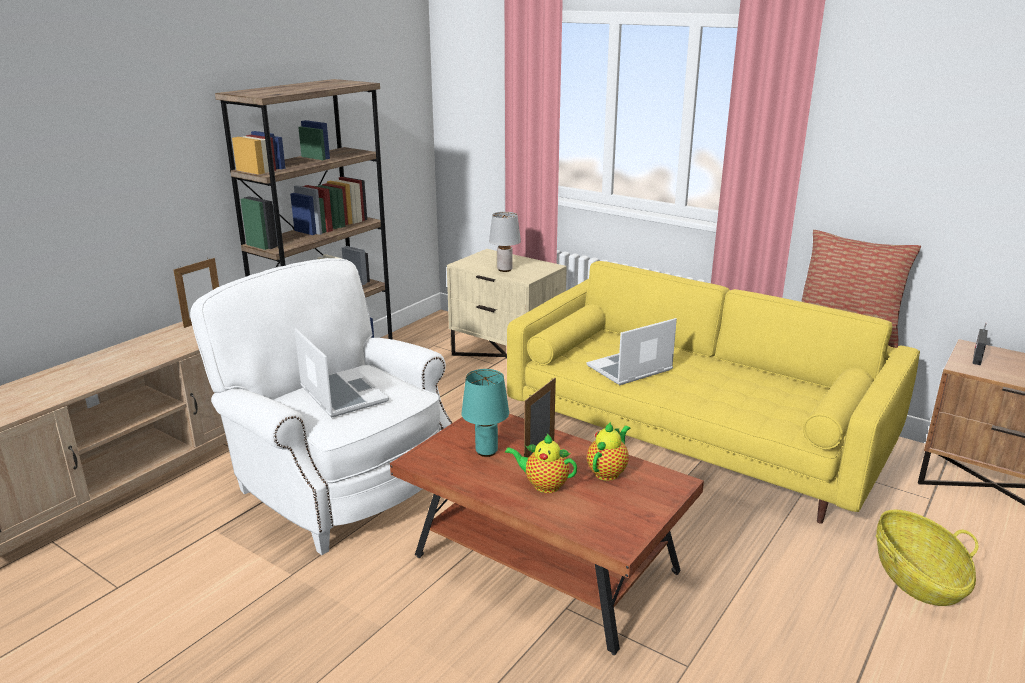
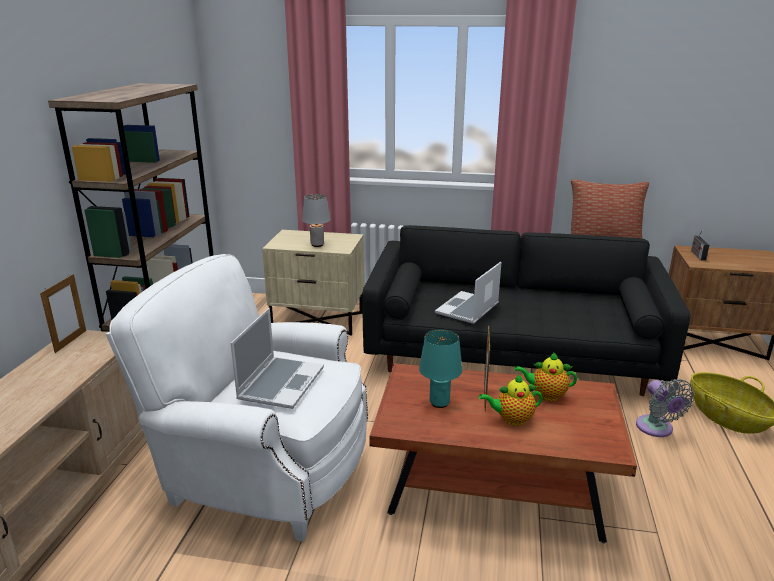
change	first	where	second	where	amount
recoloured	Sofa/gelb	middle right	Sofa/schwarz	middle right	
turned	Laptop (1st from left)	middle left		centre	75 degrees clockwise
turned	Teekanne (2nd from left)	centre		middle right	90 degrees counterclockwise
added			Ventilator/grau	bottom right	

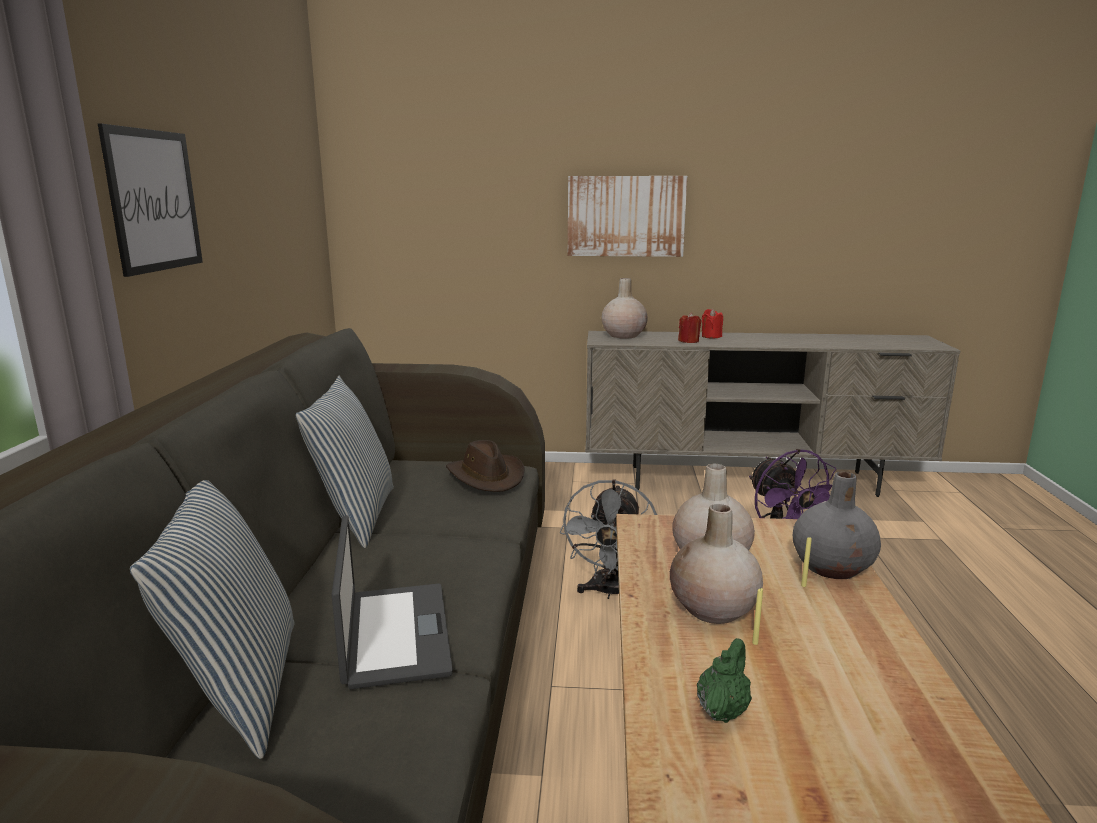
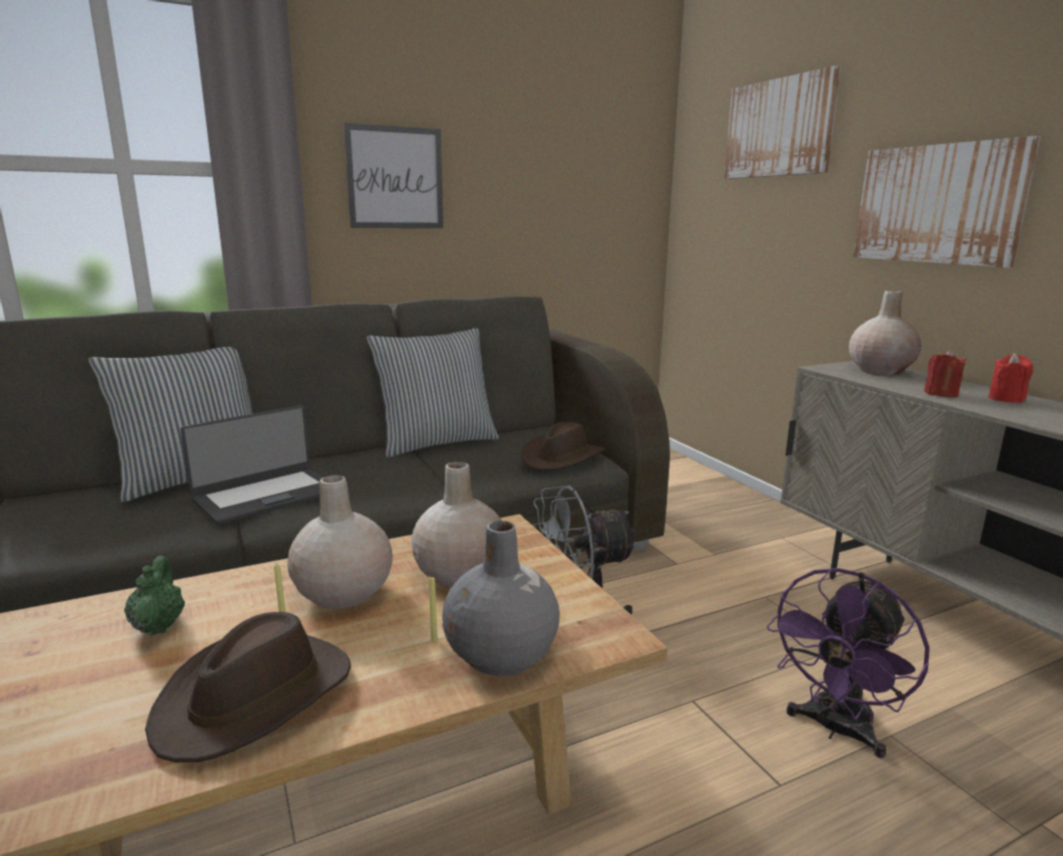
change	first	where	second	where	amount
turned	Teekanne/grün	bottom centre		bottom left	105 degrees counterclockwise
added			Bild (2nd from left)	top right	
added			Hut/braun (1st from left)	bottom left	

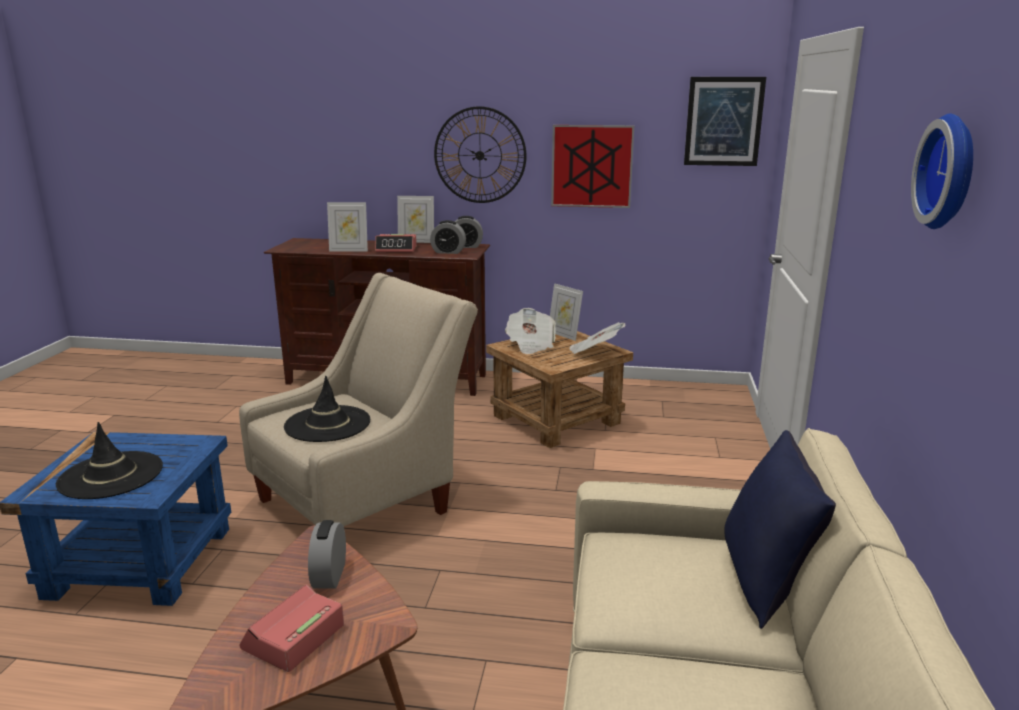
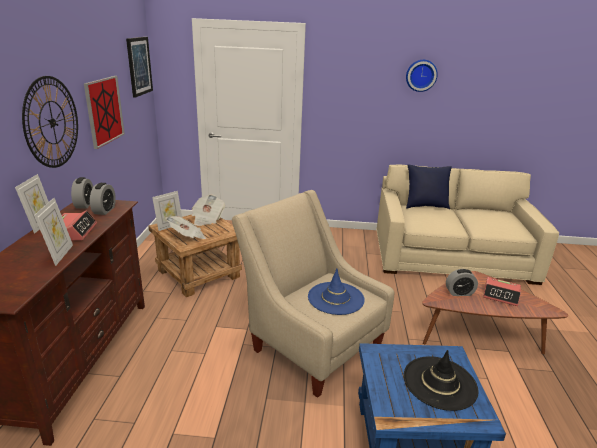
change	first	where	second	where	amount
recoloured	Hut/schwarz (2nd from left)	middle left	Hut/blau	centre	

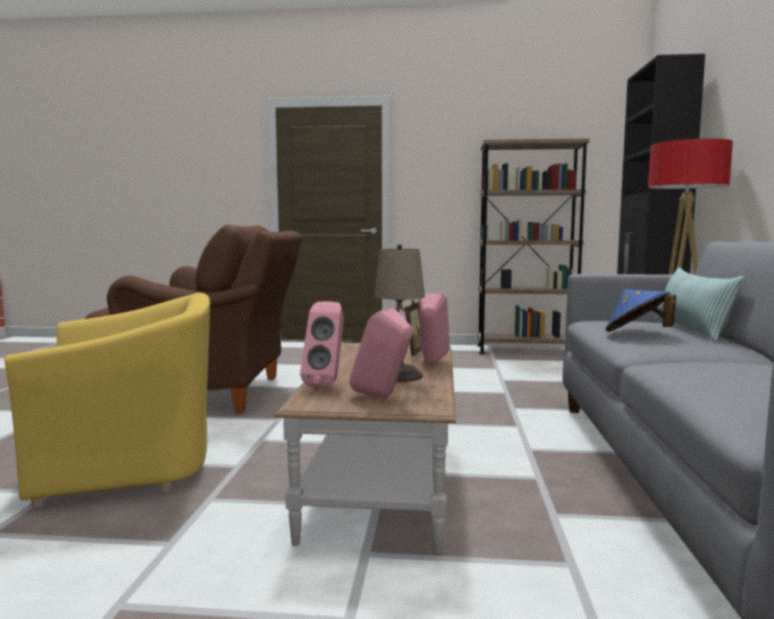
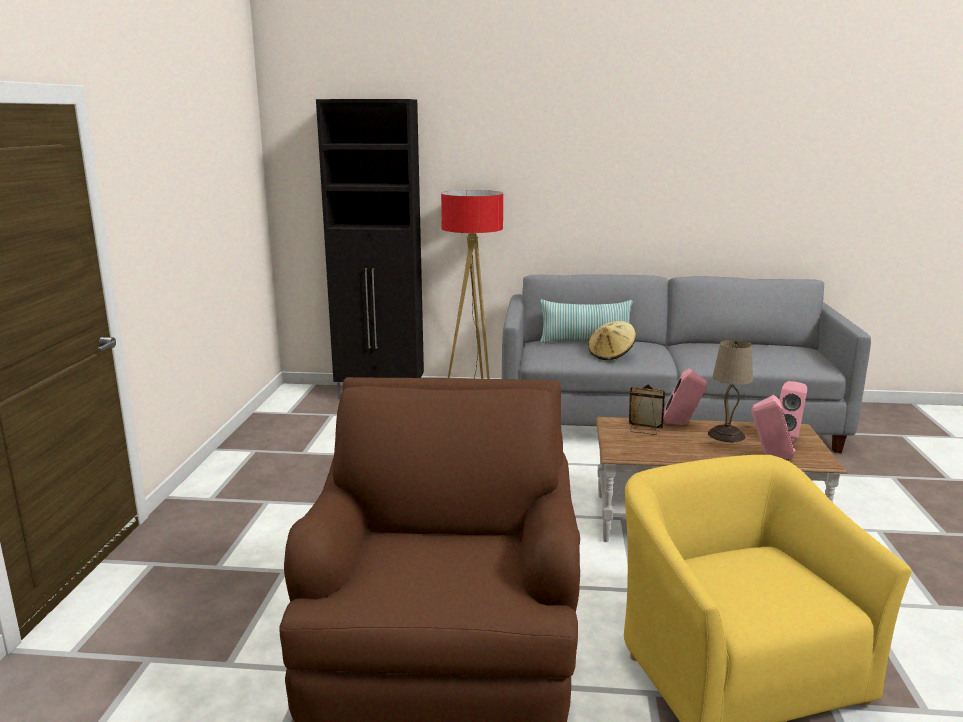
change	first	where	second	where	amount
removed	Bücherregal/braun	middle right			
recoloured	Hut/blau	middle right	Hut/beige	centre	

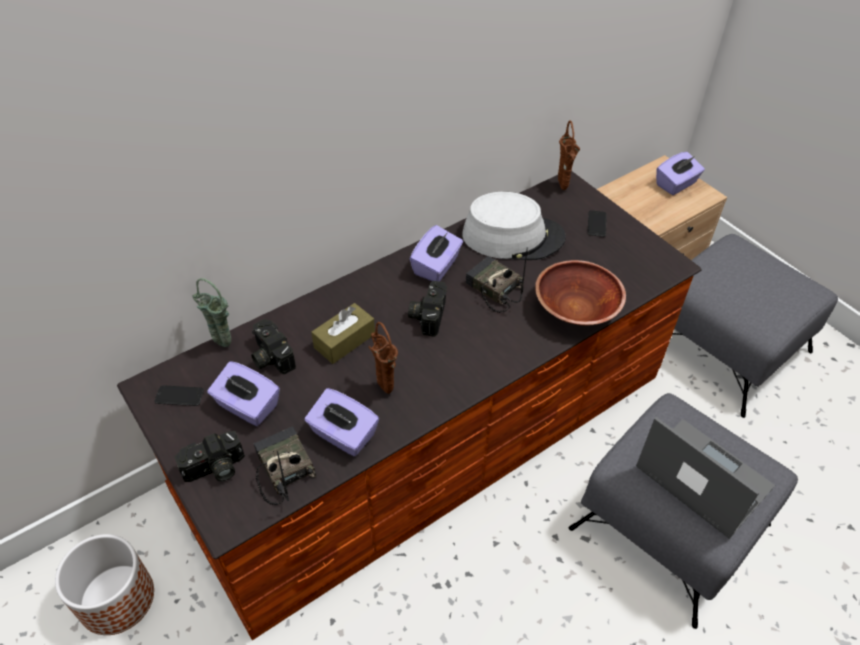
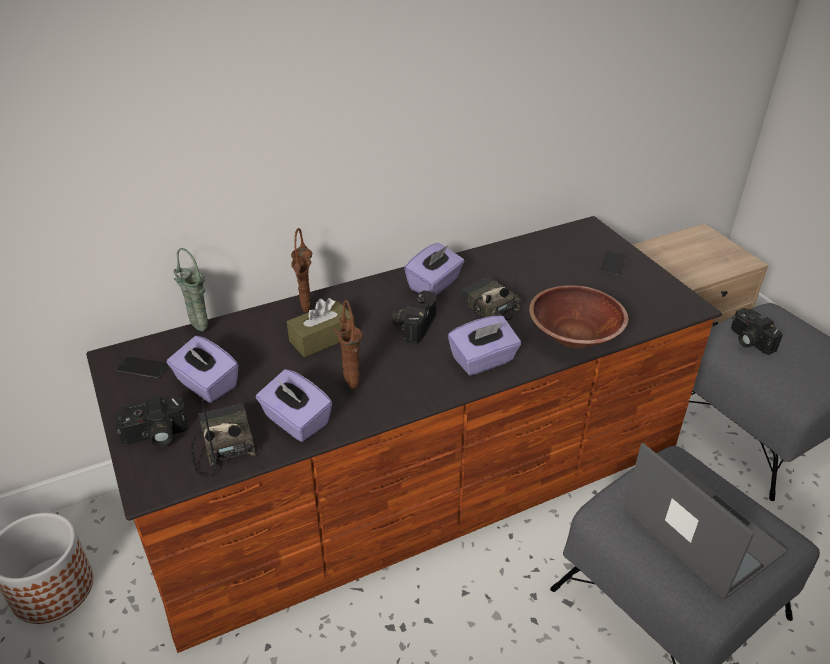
change	first	where	second	where	amount
moved	Vase/braun (2nd from left in the first image)	top centre	Vase/braun (1st from left)	centre	
moved	Taschentuchbox/lila (4th from left)	top right		centre	
removed	Hut/grau	centre			
moved	Kamera (2nd from left in the first image)	middle left	Kamera (3rd from left)	middle right	

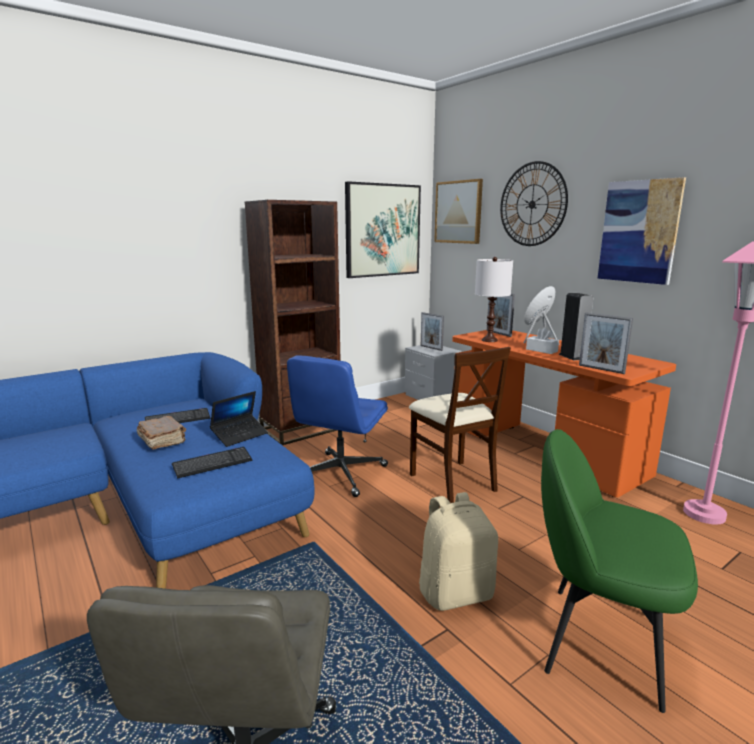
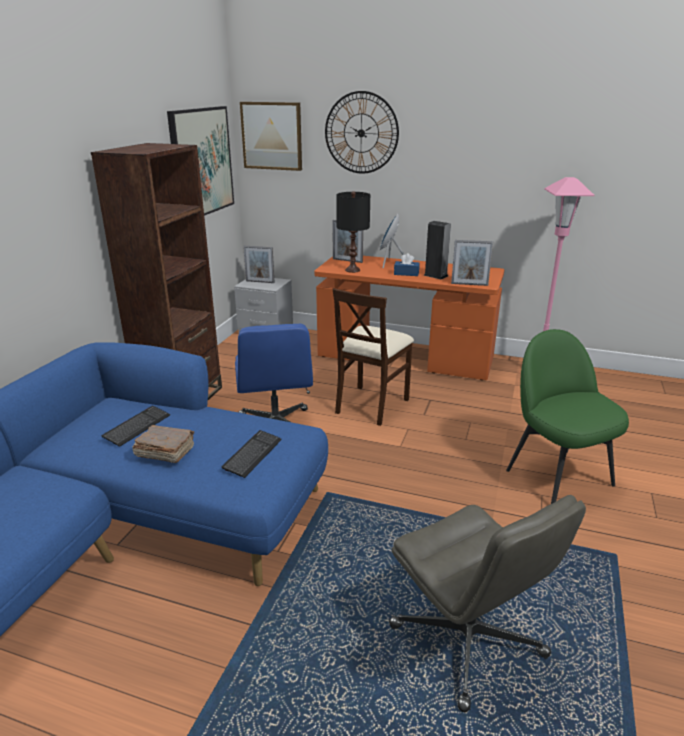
change	first	where	second	where	amount
removed	Bild (3rd from left)	top right			
recoloured	Tischlampe/weiß	centre	Tischlampe/schwarz	top centre	
recoloured	Taschentuchbox/weiß	middle right	Taschentuchbox/blau	centre	
turned	Stuhl/beige	centre		centre	90 degrees clockwise
removed	Laptop	middle left			
turned	Stuhl/grün	bottom right		middle right	75 degrees clockwise
removed	Rucksack/beige	bottom centre			

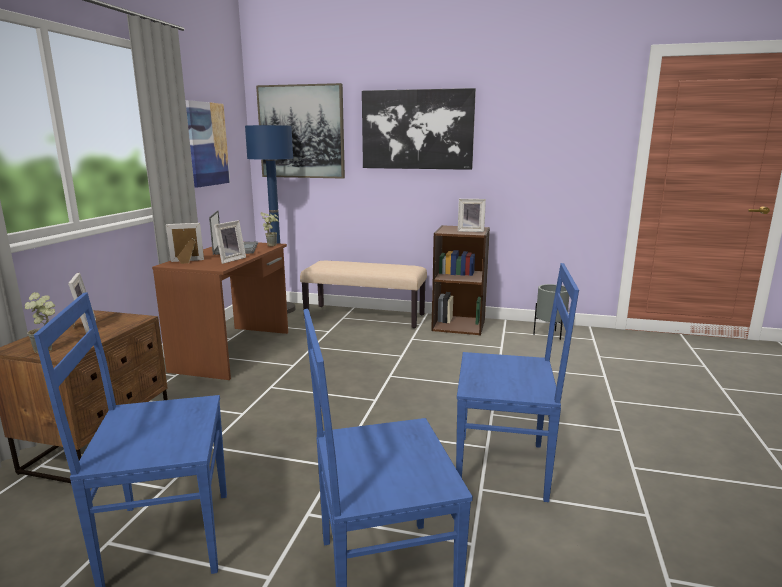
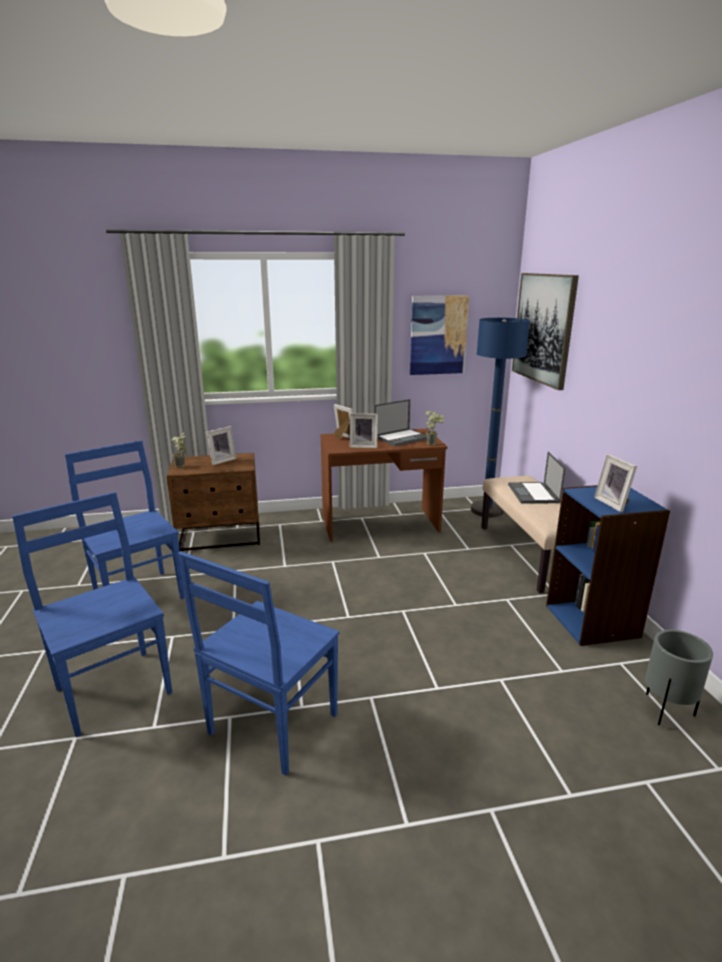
change	first	where	second	where	amount
removed	Bild (3rd from left)	top centre			
recoloured	Bücherregal/braun	centre	Bücherregal/blau	middle right	
turned	Stuhl/blau (3rd from left)	centre		bottom centre	45 degrees clockwise
added			Laptop (2nd from left)	middle right	

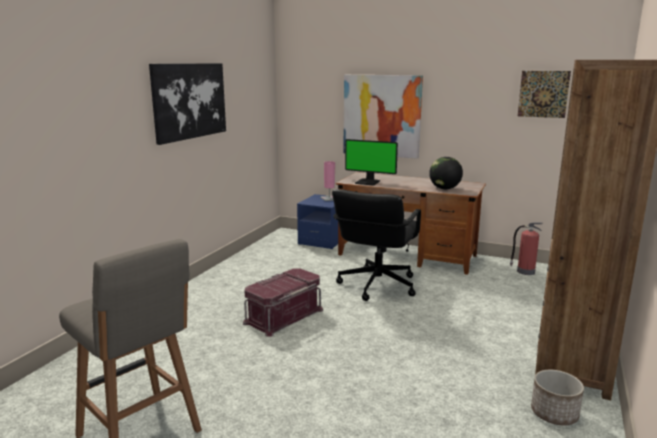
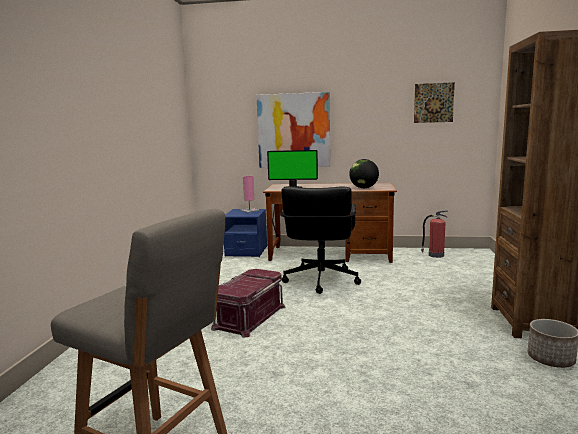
change	first	where	second	where	amount
removed	Bild (1st from left)	top left			

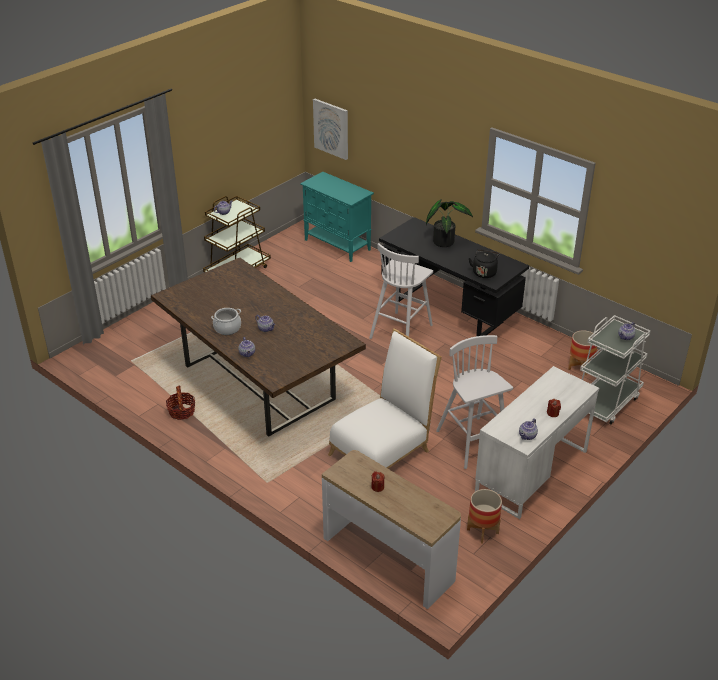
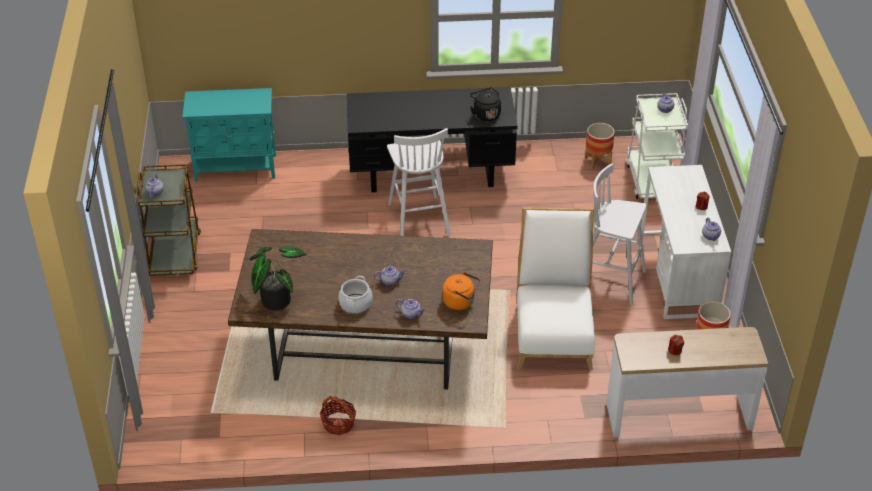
change	first	where	second	where	amount
removed	Bild	top centre			
moved	Topfpflanze	top centre		middle left	
added			Wasserkessel/orange	centre	

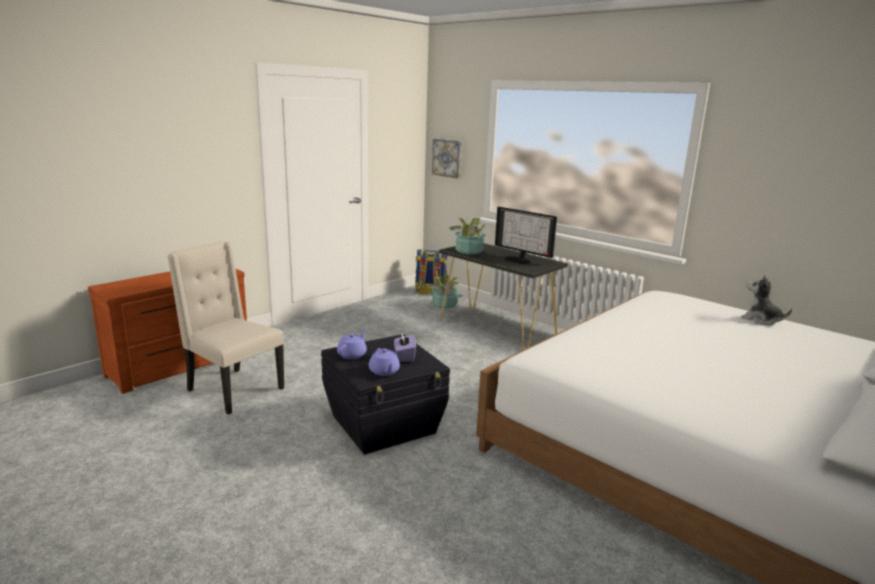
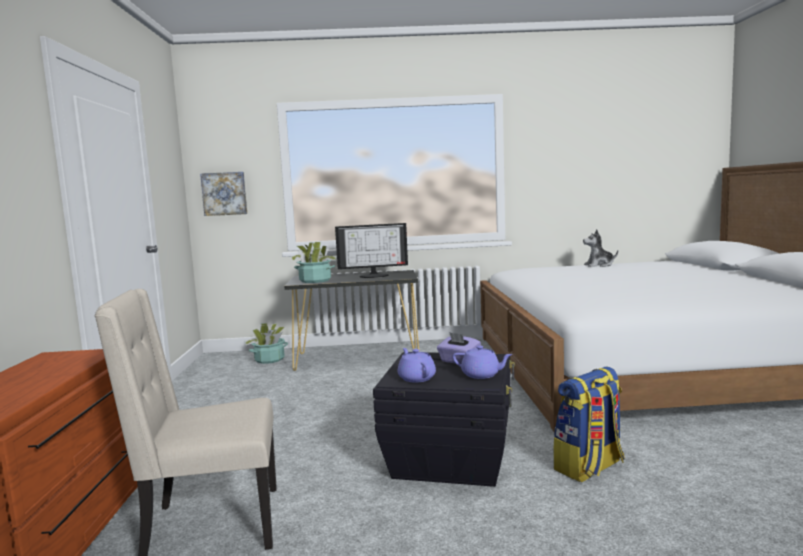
change	first	where	second	where	amount
moved	Rucksack	centre		bottom right	

